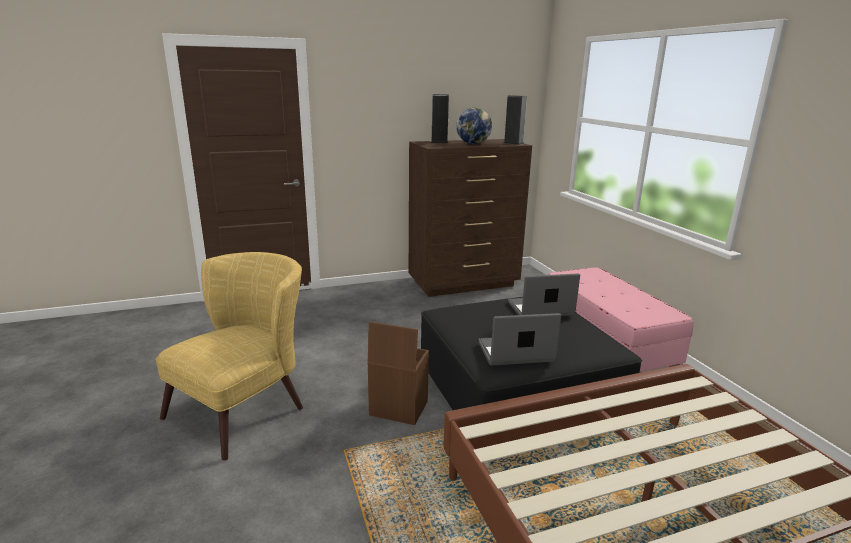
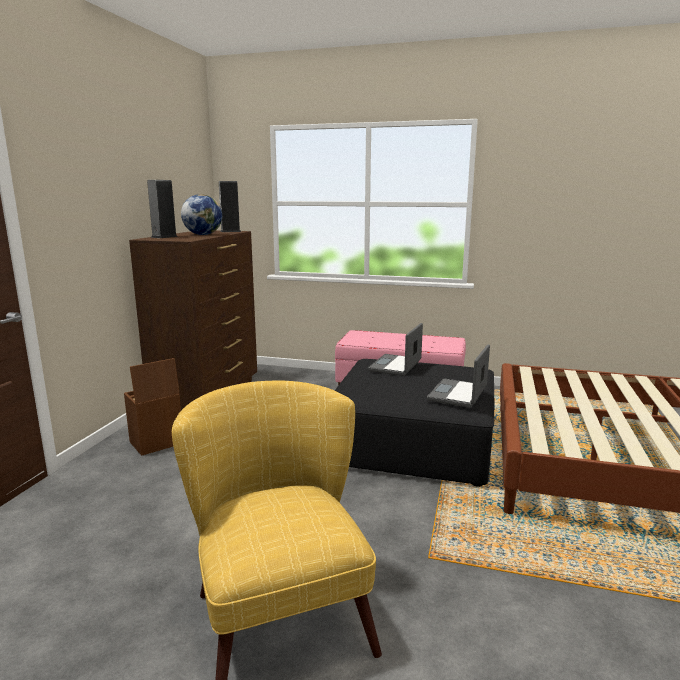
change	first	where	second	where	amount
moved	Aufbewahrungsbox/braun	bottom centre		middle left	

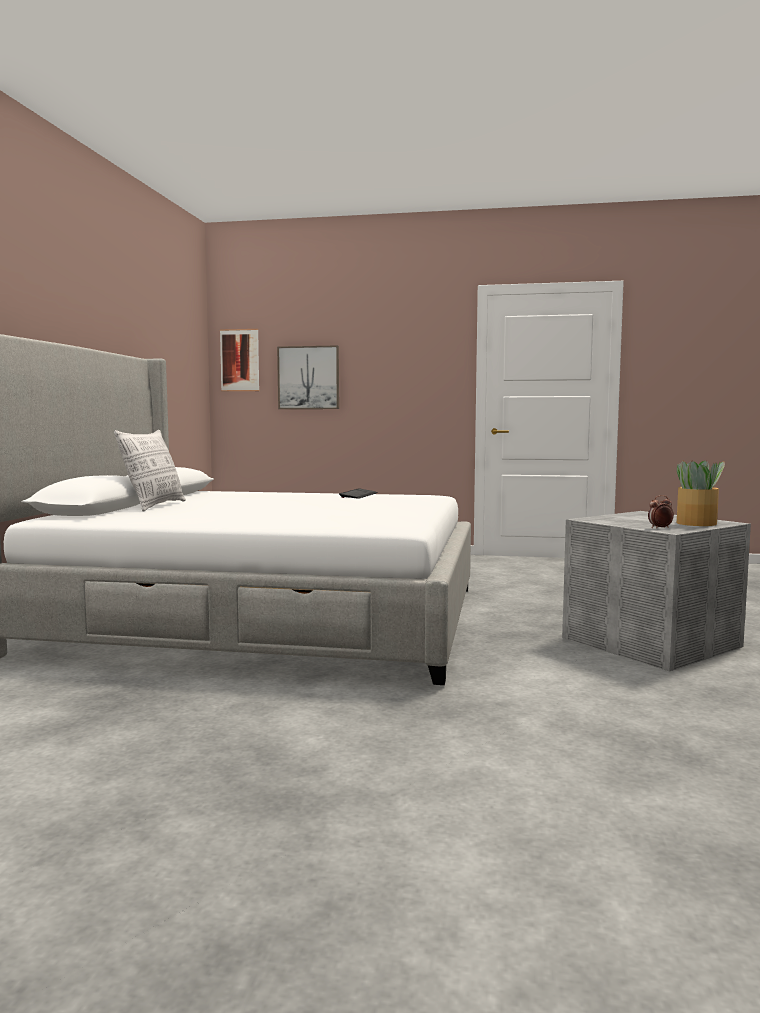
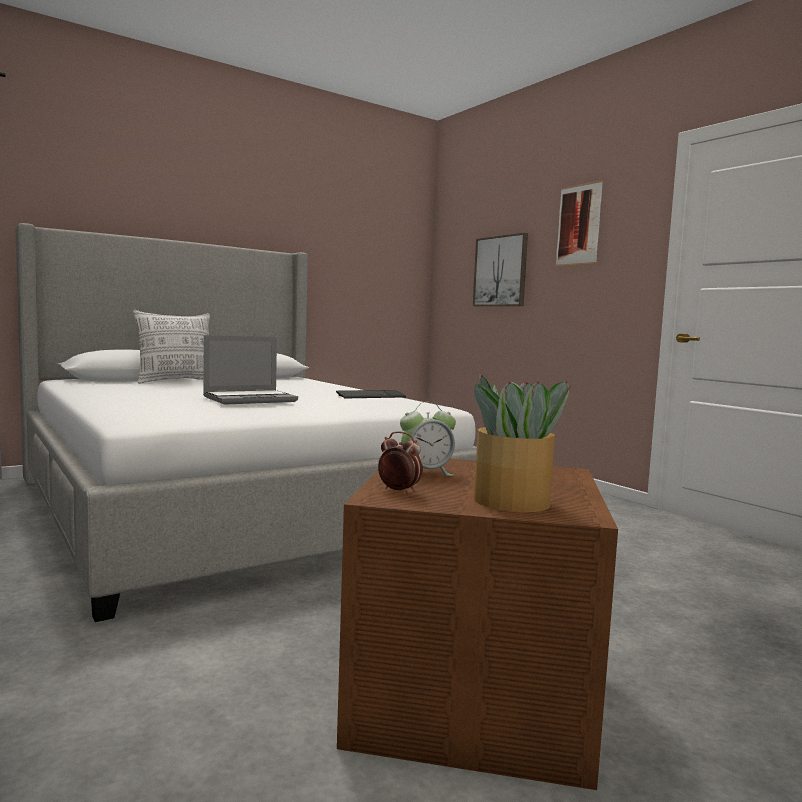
change	first	where	second	where	amount
moved	Bild (1st from left in the first image)	middle left	Bild (2nd from left)	top right	
recoloured	Aufbewahrungsbox/grau	middle right	Aufbewahrungsbox/braun	bottom centre	
added			Laptop	middle left	
added			Wecker (2nd from left)	centre	

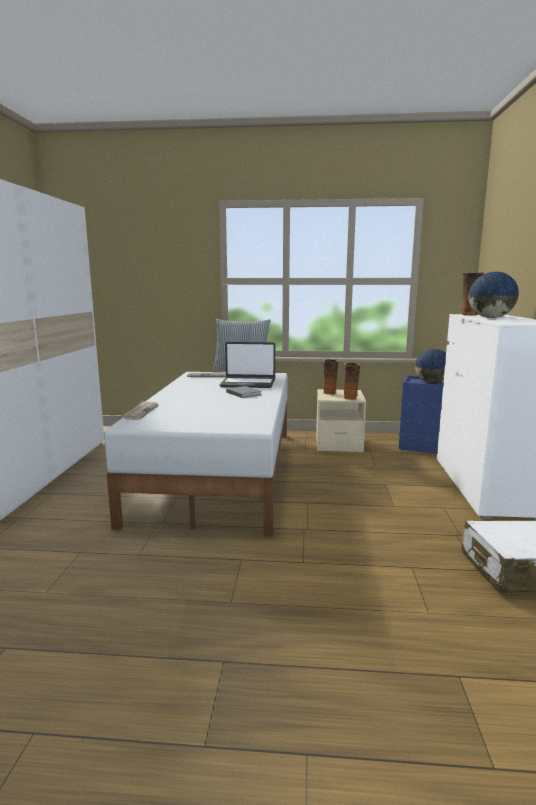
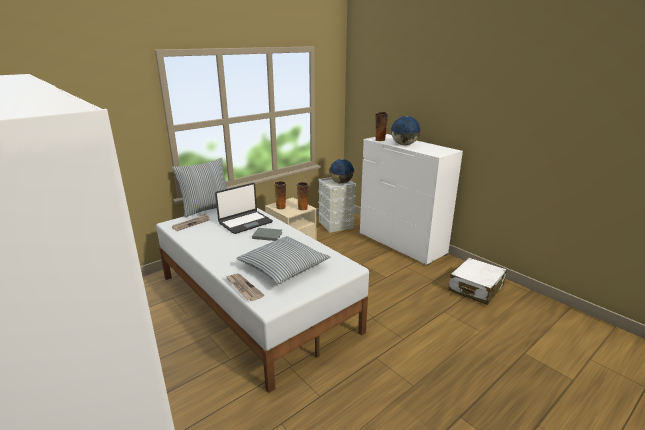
change	first	where	second	where	amount
recoloured	Aufbewahrungsbox/blau	middle right	Aufbewahrungsbox/grau	centre	
added			Kissen (2nd from left)	centre	

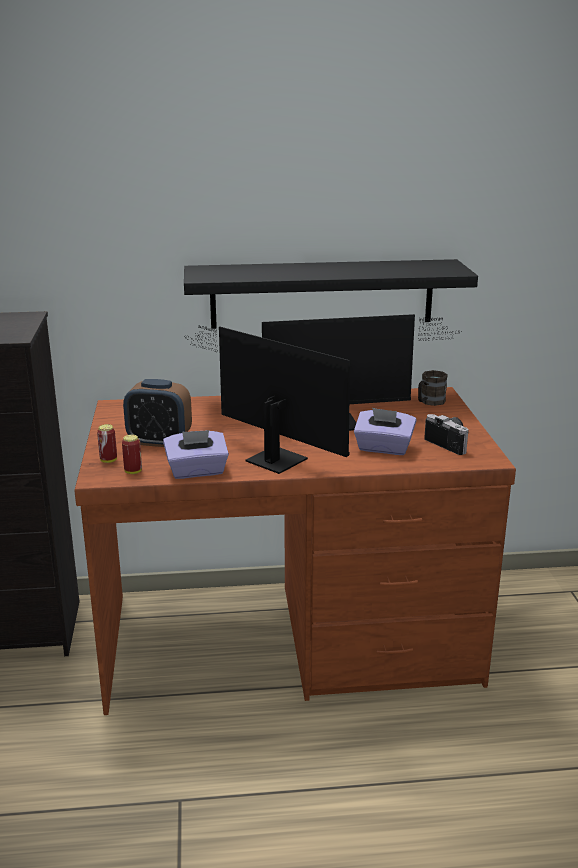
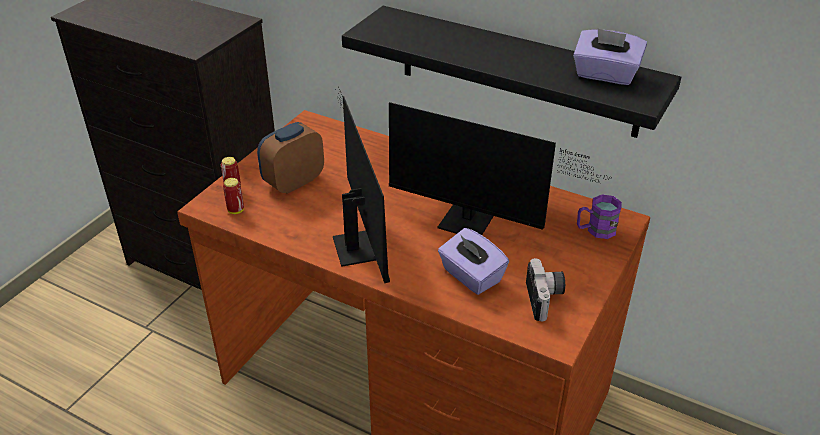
change	first	where	second	where	amount
recoloured	Henkelbecher/braun	middle right	Henkelbecher/lila	middle right	
turned	Wecker	middle left		centre	90 degrees clockwise
moved	Taschentuchbox/lila (1st from left in the first image)	centre	Taschentuchbox/lila (2nd from left)	top right	

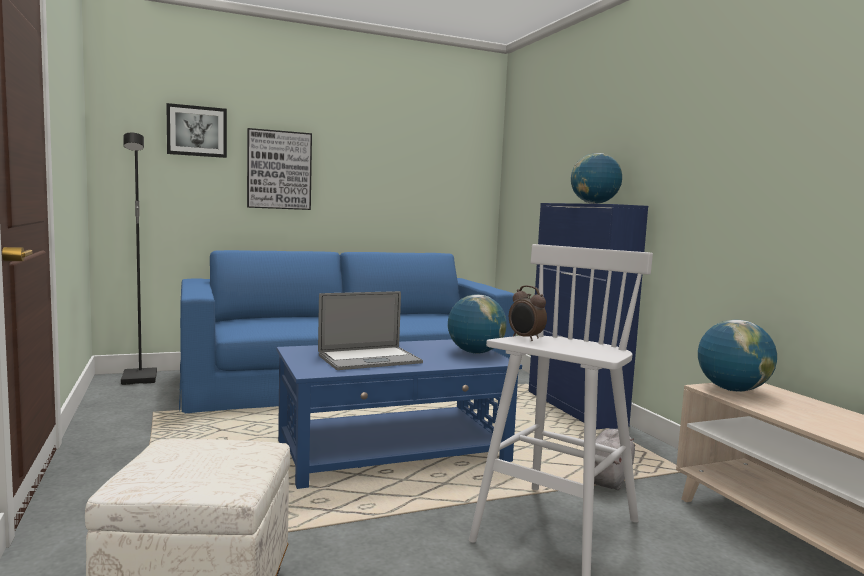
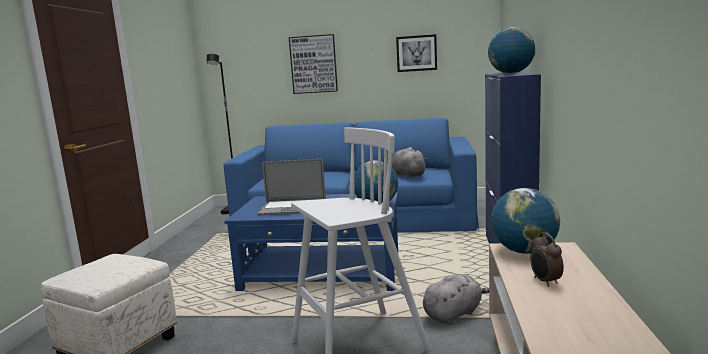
change	first	where	second	where	amount
moved	Bild (1st from left in the first image)	top left	Bild (2nd from left)	top centre	
moved	Wecker	centre		bottom right	
added			Plüschtier/grau (1st from left)	centre	

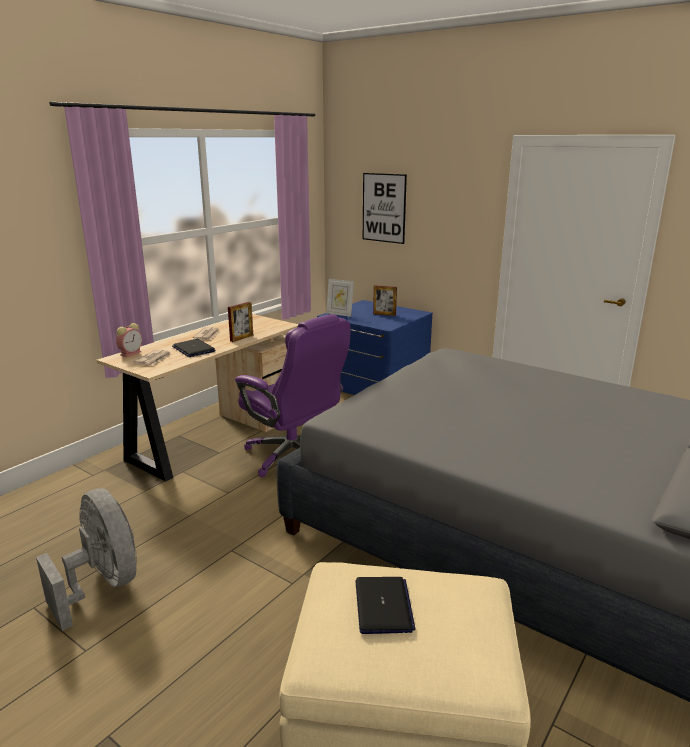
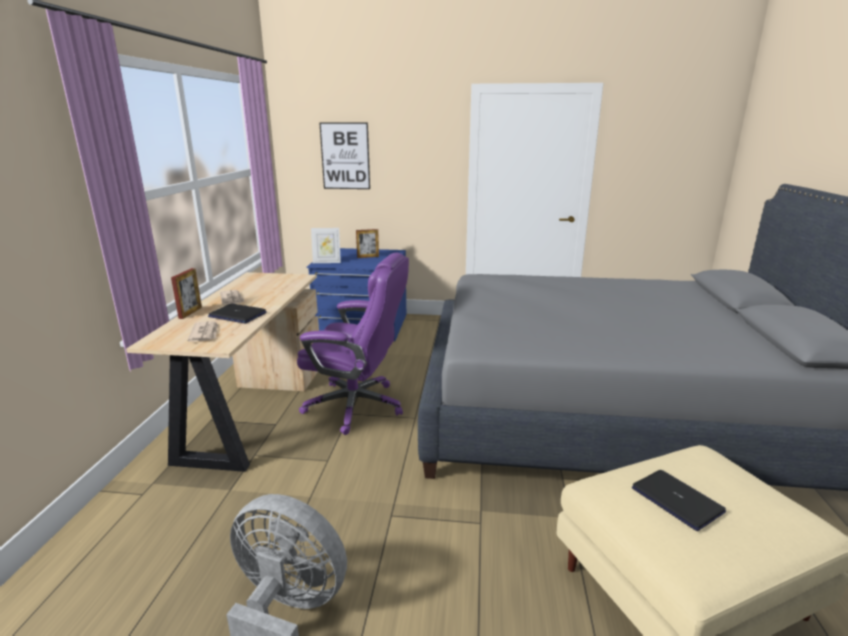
change	first	where	second	where	amount
moved	Bilderrahmen (1st from left)	centre		middle left	
removed	Wecker	middle left			

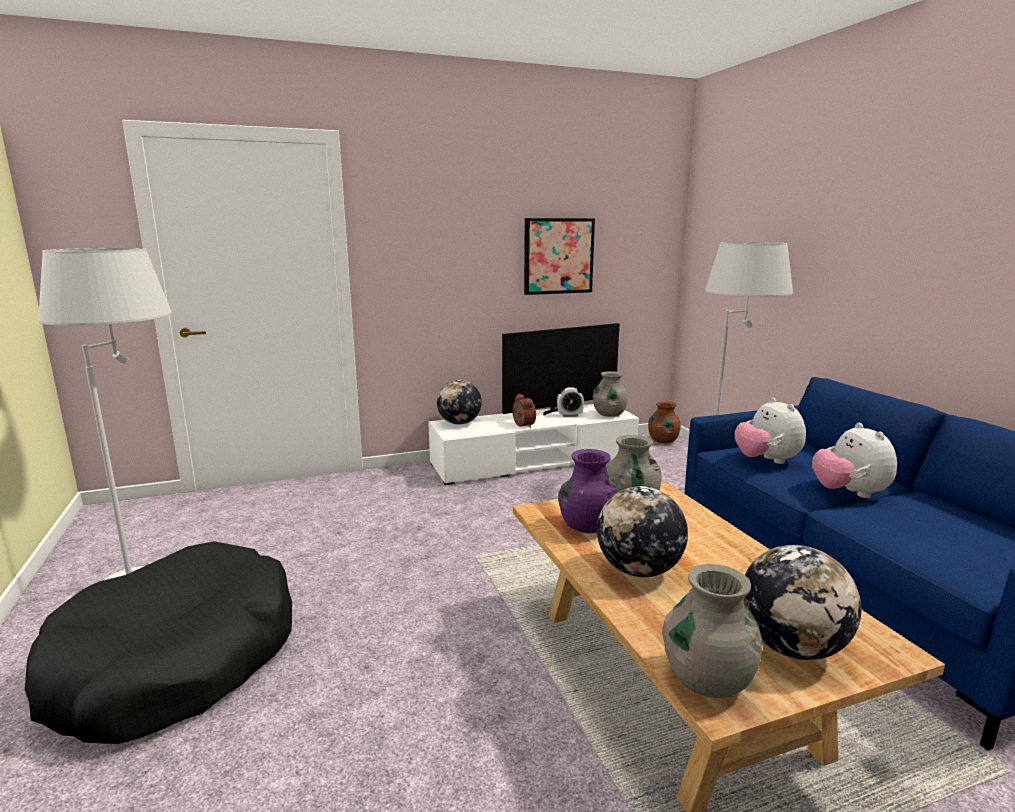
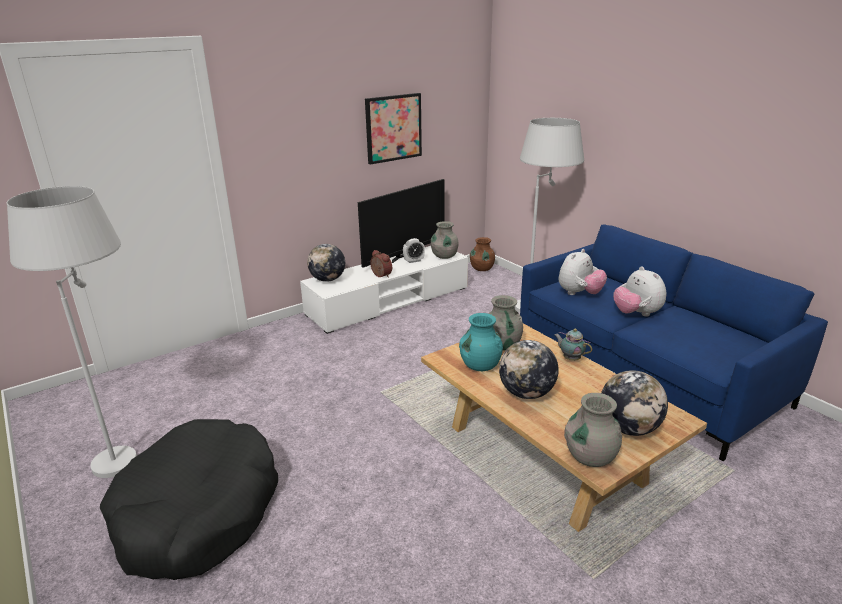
change	first	where	second	where	amount
turned	Plüschtier (1st from left)	middle right		middle right	105 degrees counterclockwise
recoloured	Vase/lila	centre	Vase/türkis	centre	
added			Teekanne	middle right	

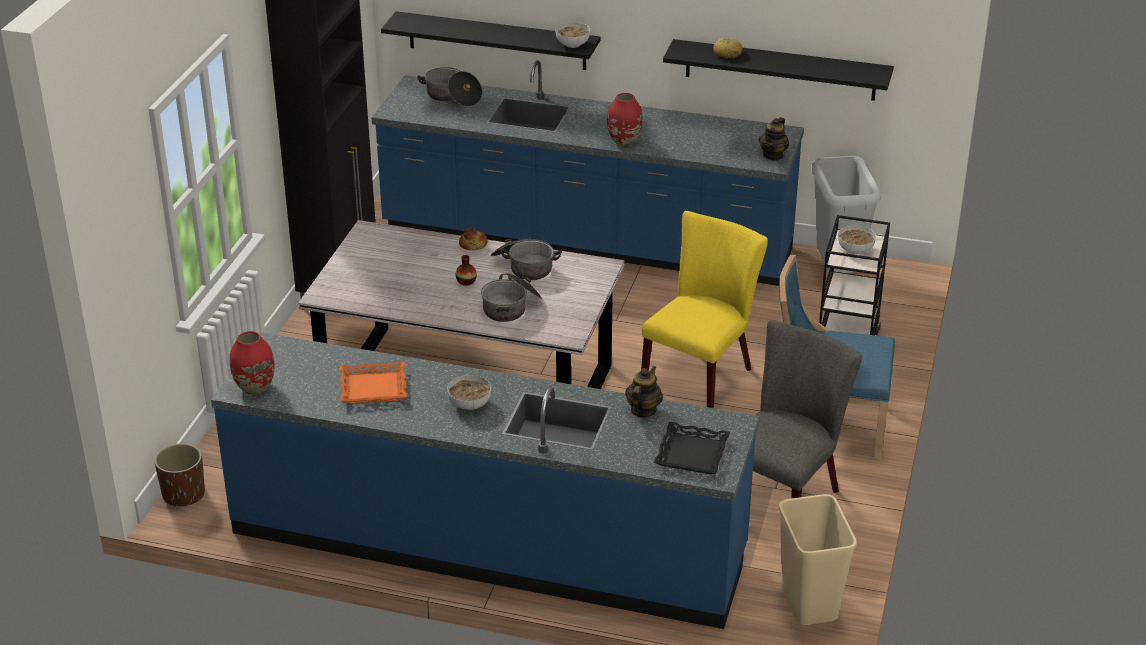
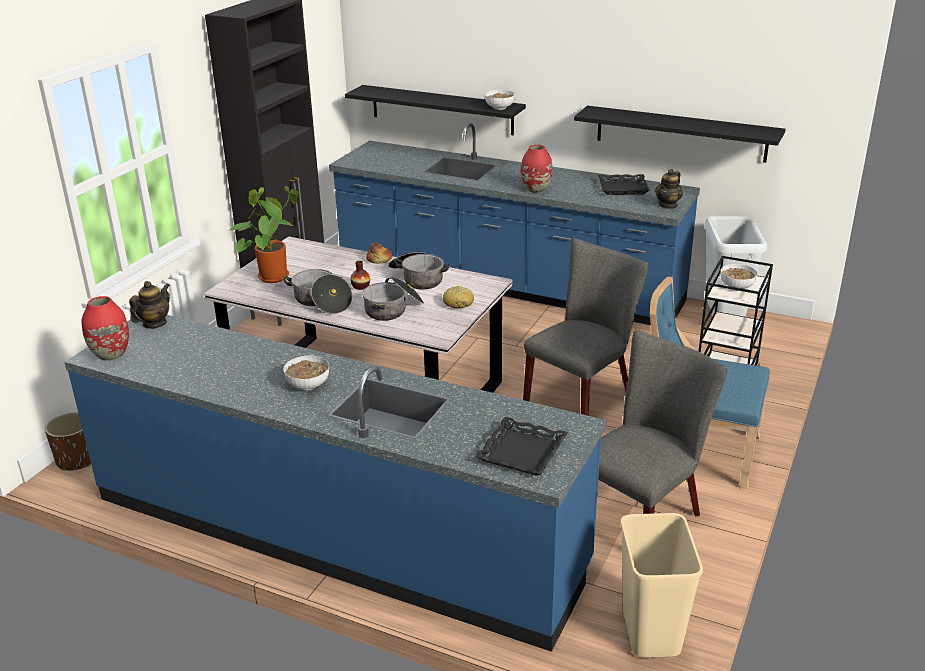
change	first	where	second	where	amount
moved	Brot (2nd from left)	top centre		centre	
moved	Kochtopf (1st from left)	top centre		centre	
recoloured	Stuhl/gelb	centre	Stuhl/grau (1st from left)	centre	
removed	Tablett/orange	middle left			
moved	Teekanne (1st from left)	centre		middle left	
added			Tablett/schwarz (2nd from left)	top right	
added			Topfpflanze	middle left	

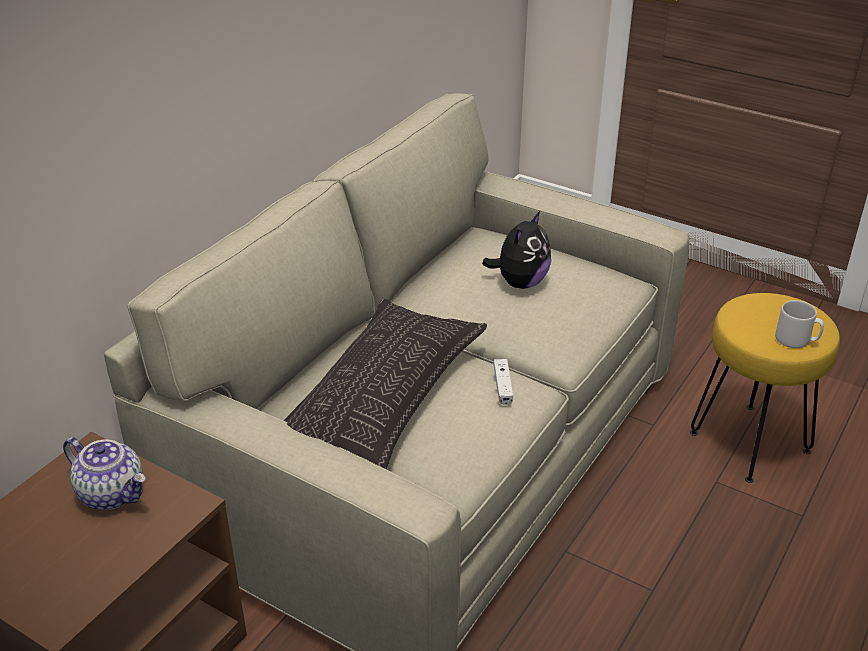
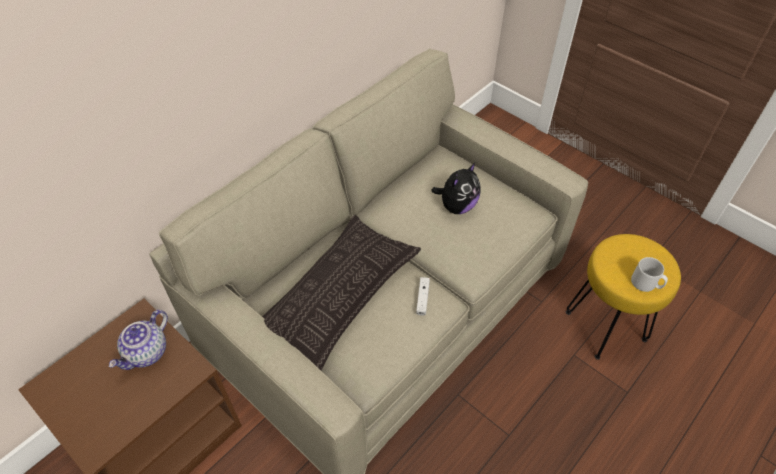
change	first	where	second	where	amount
turned	Teekanne	bottom left		bottom left	75 degrees clockwise

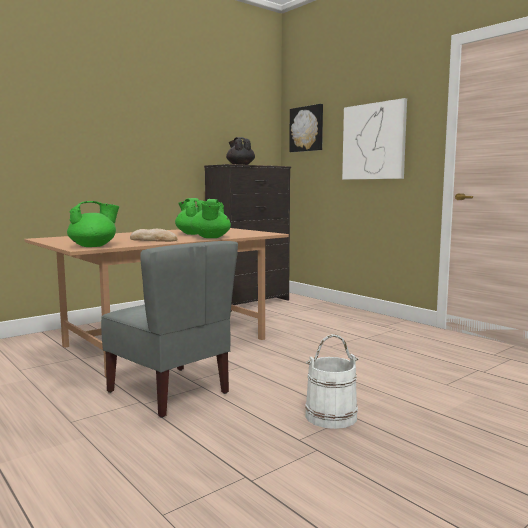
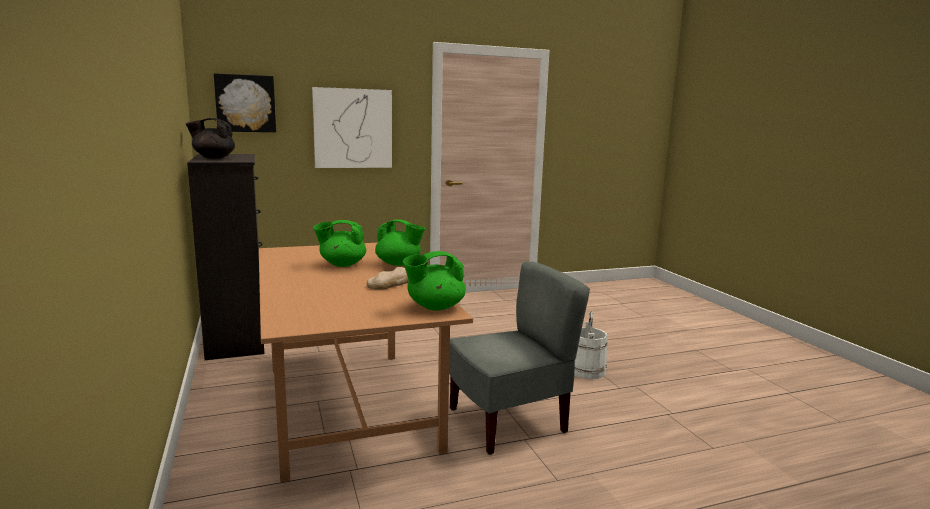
change	first	where	second	where	amount
turned	Teekanne/grün (1st from left in the first image)	middle left	Teekanne/grün (3rd from left)	centre	105 degrees counterclockwise

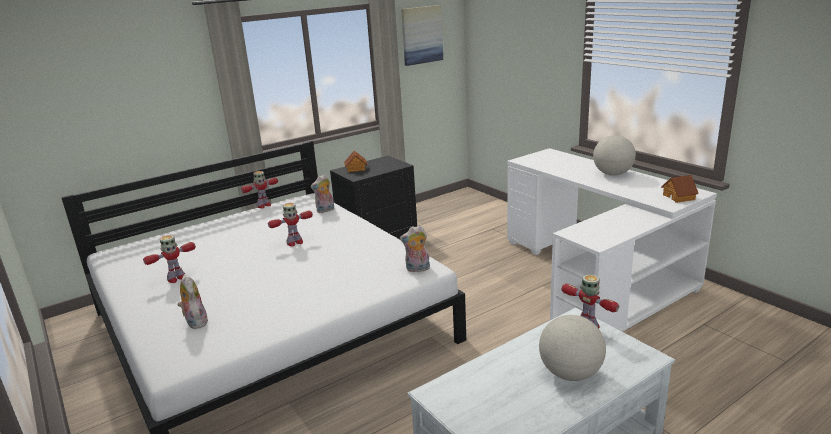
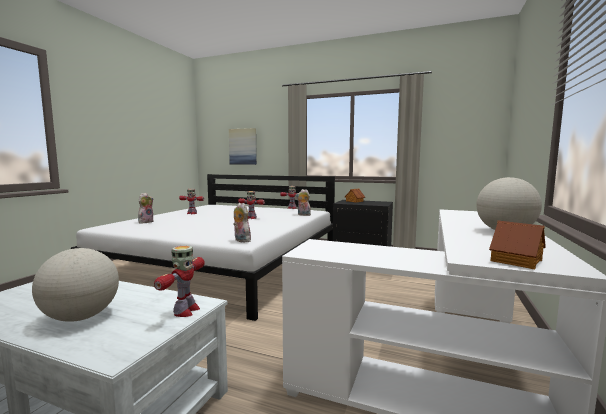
change	first	where	second	where	amount
moved	Bild	top centre		centre	

